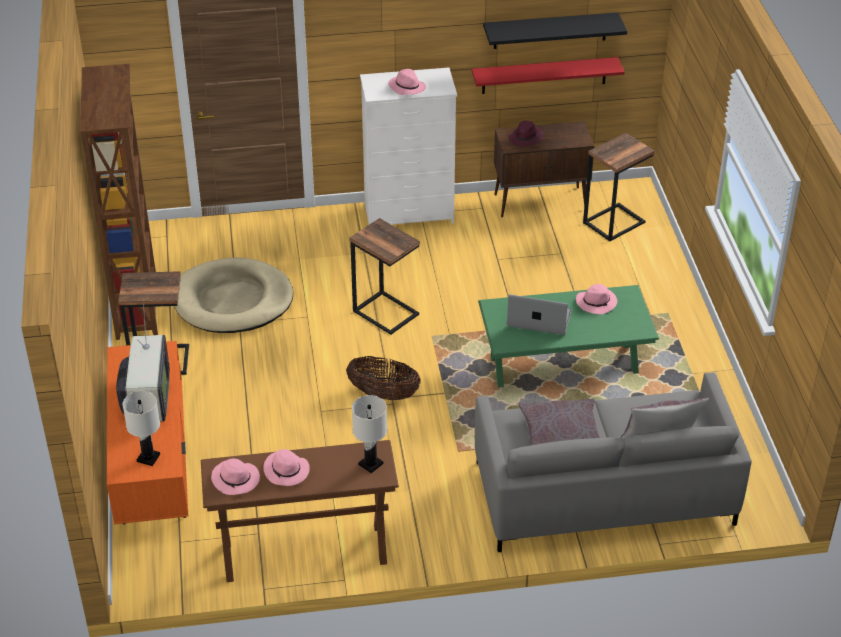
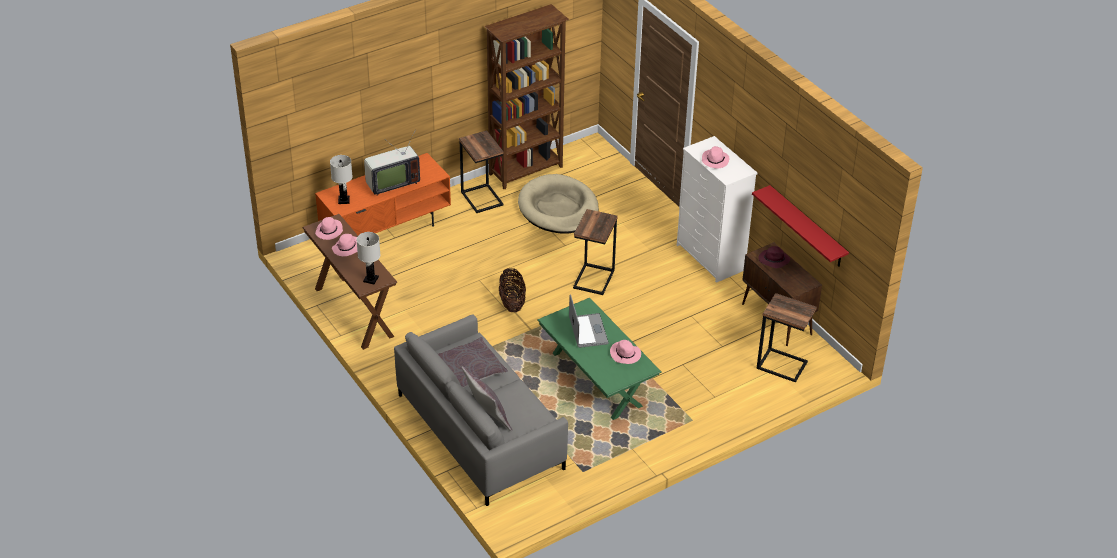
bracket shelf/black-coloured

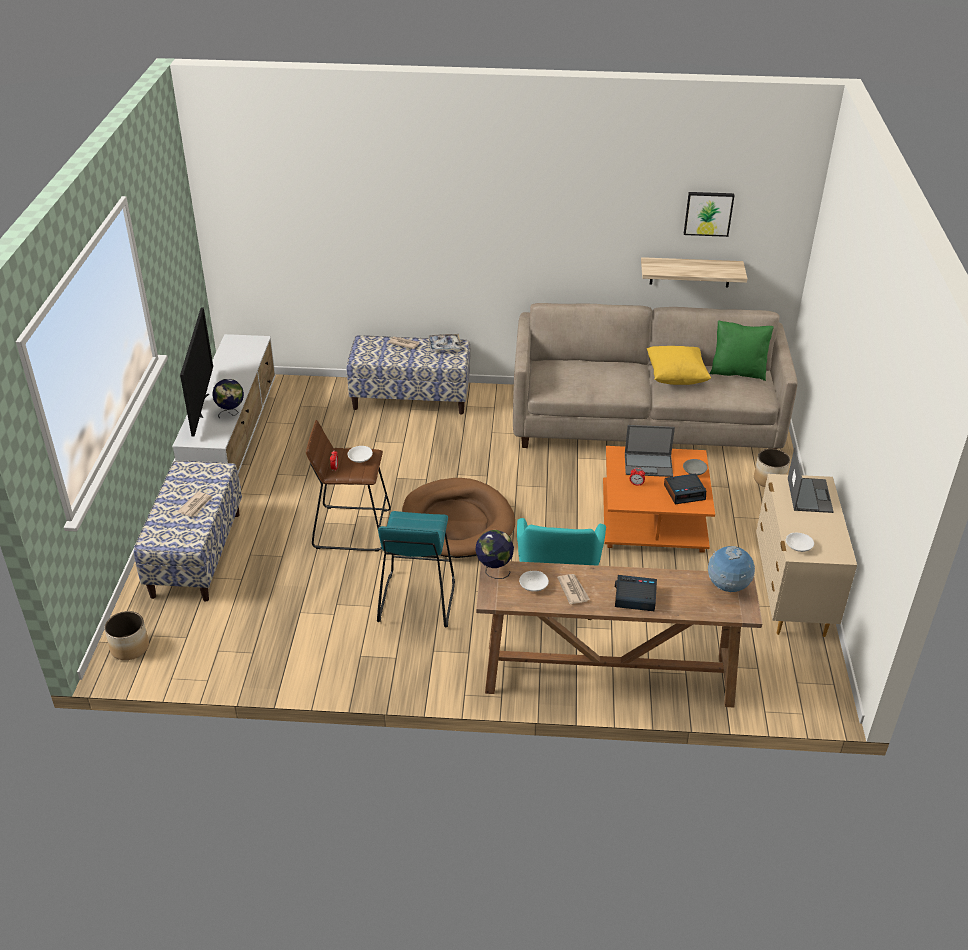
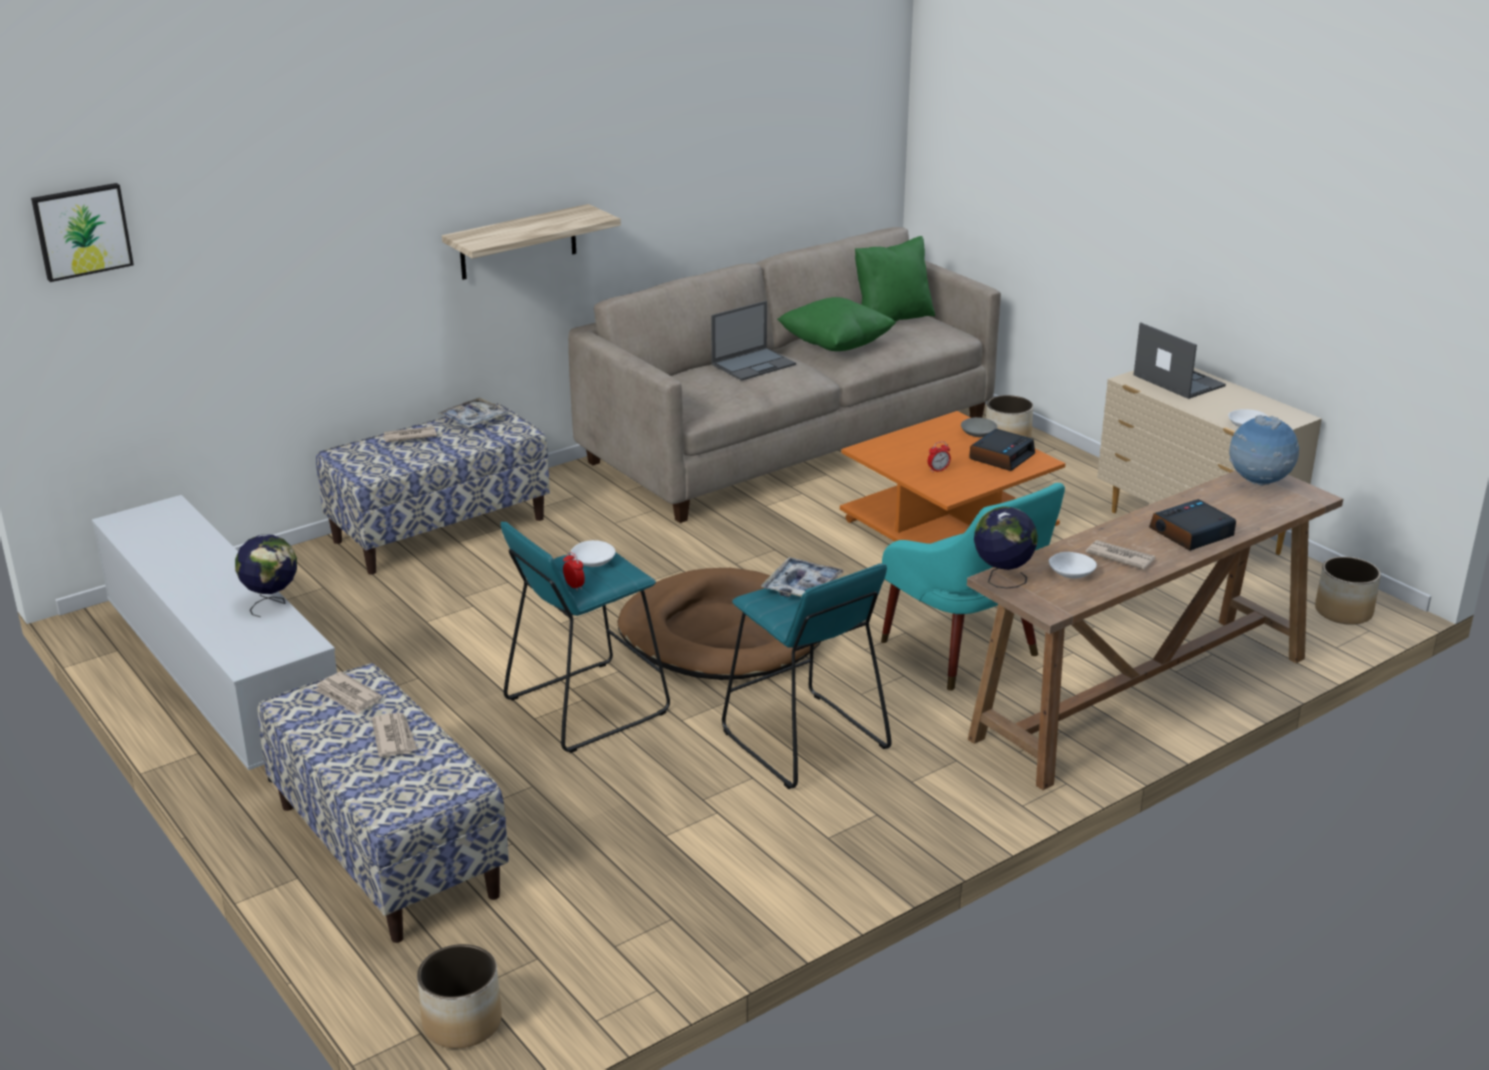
wall picture
newspaper (1st from left)
bracket shelf
stool/turquoise-coloured (1st from left)
notebook computer (1st from left)
serving tray (2nd from left)
pillow/green (1st from left)
flower pot (3rd from left)
TV

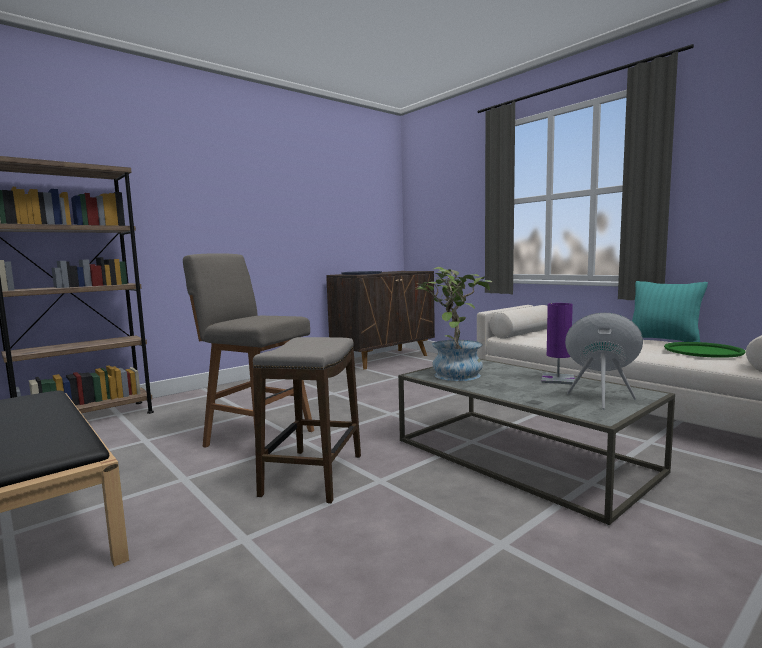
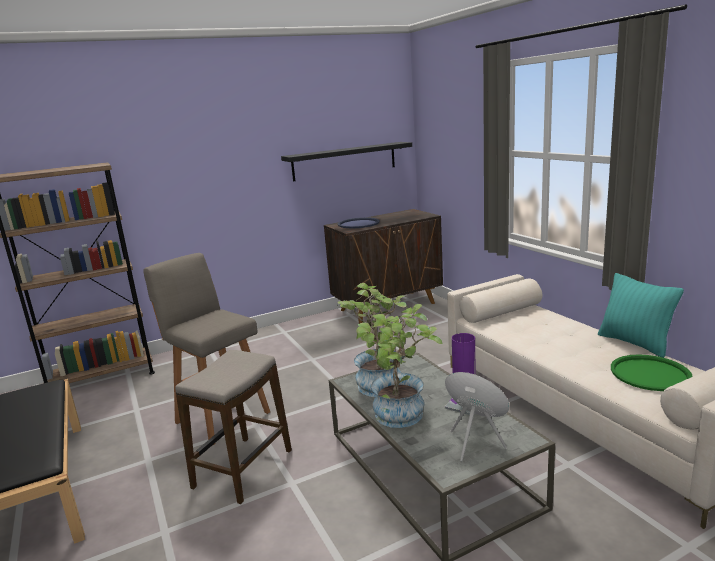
bracket shelf/black-coloured
plant in a pot (2nd from left)

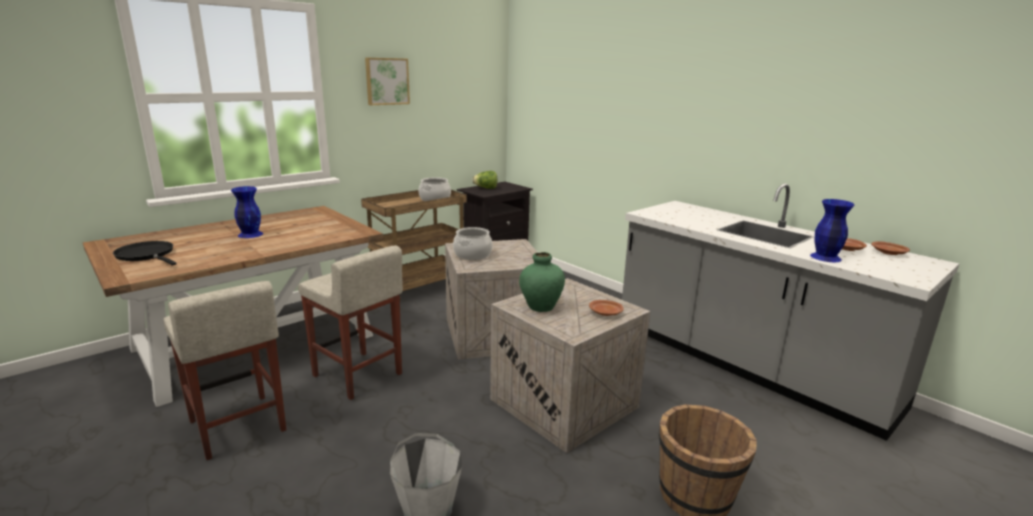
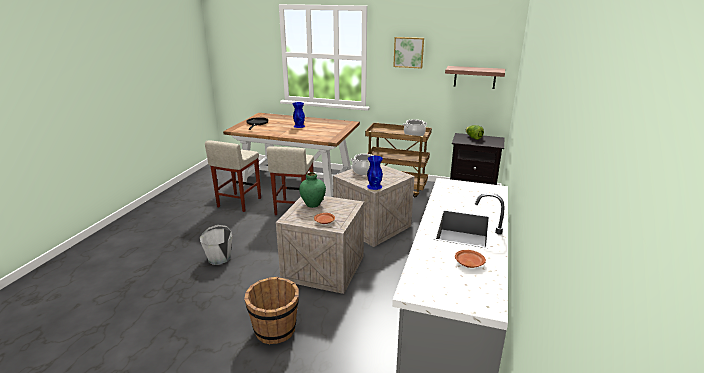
decorative vase/bluish (2nd from left)
bracket shelf
flat dish/brown (3rd from left in the first image)

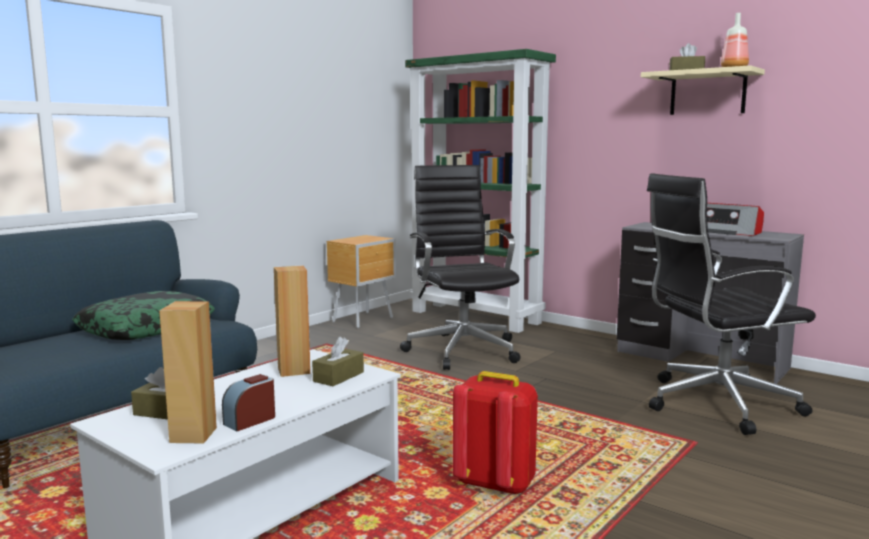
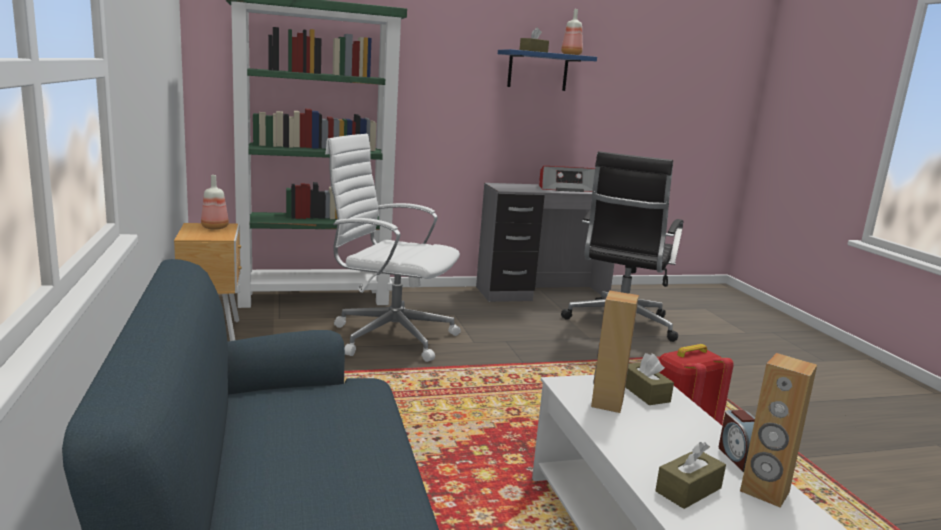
drink bottle (1st from left)
computer chair/whitish
bracket shelf/bluish
pillow

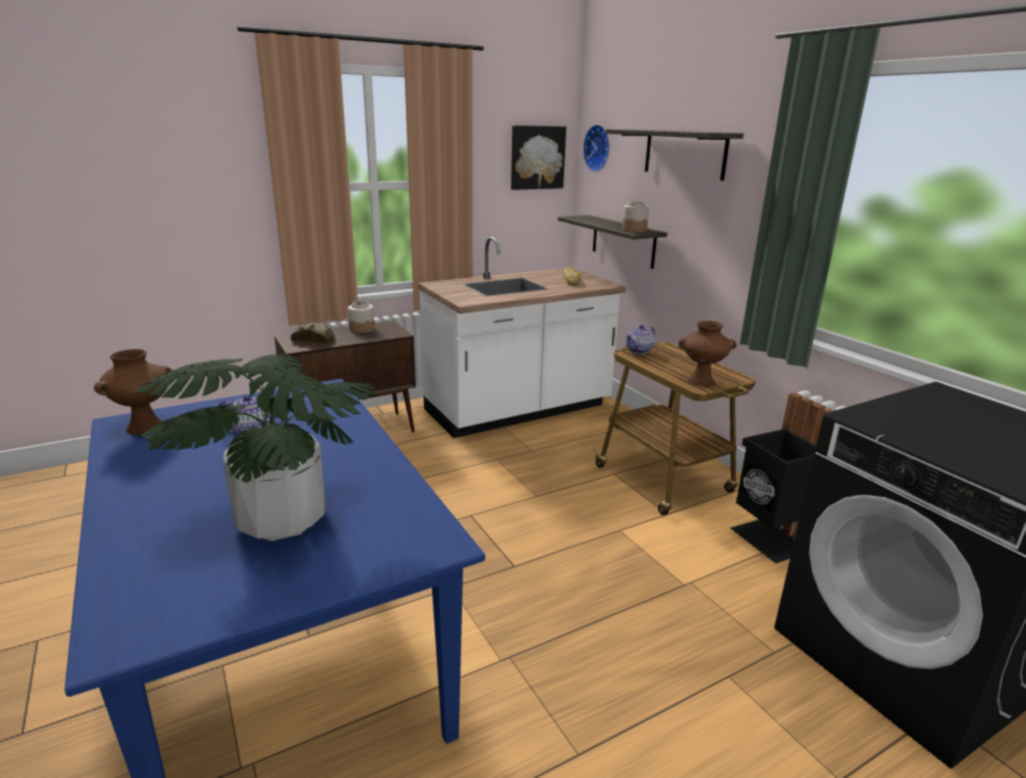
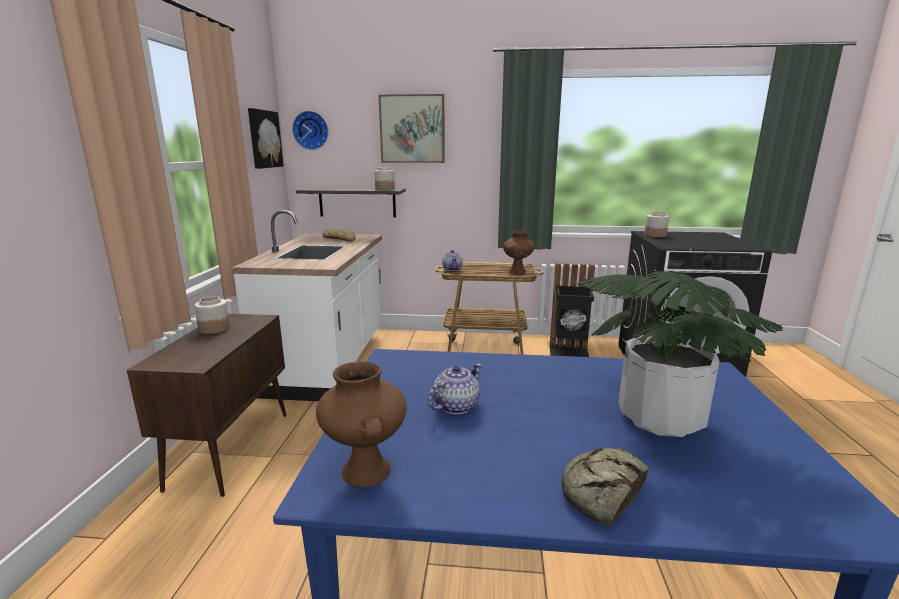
wall picture (2nd from left)
bread (2nd from left)
preserve jar (3rd from left)

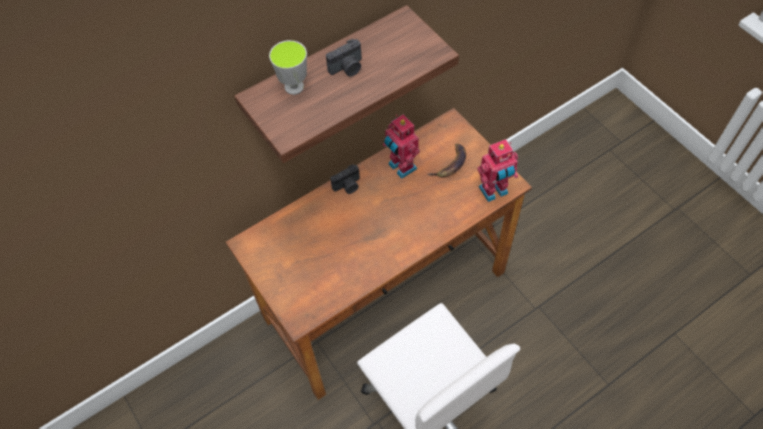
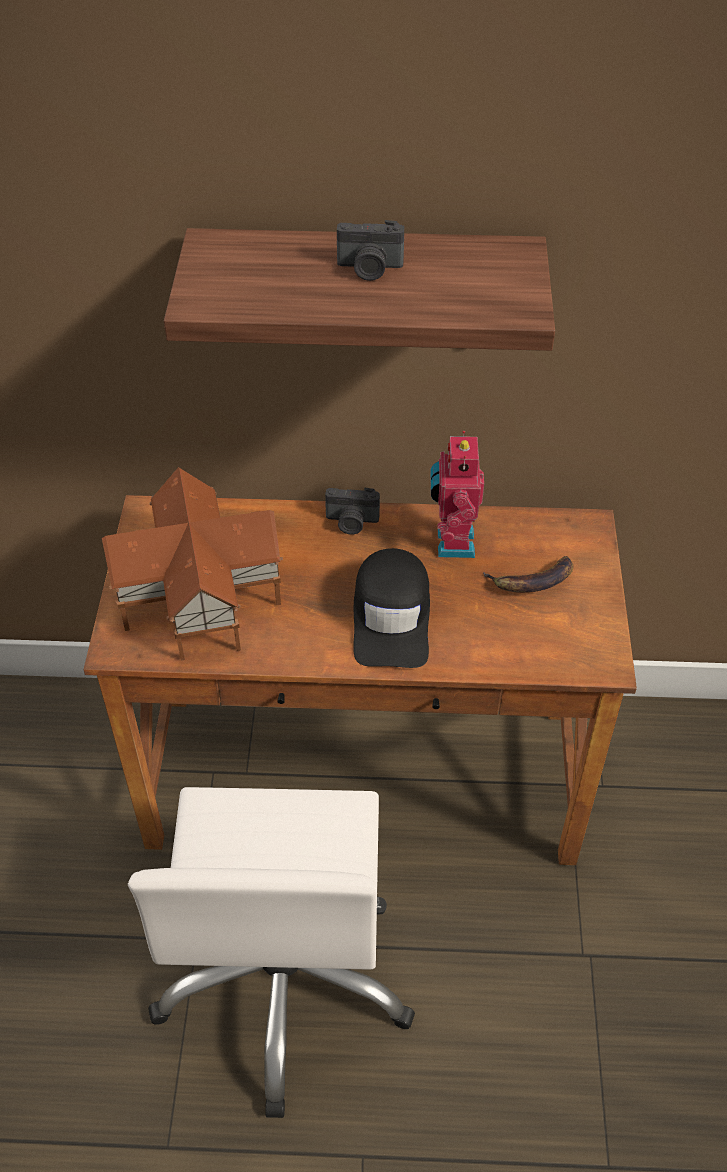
miniature house
peaked cap/black-coloured
drinking cup
robot figure (2nd from left in the first image)

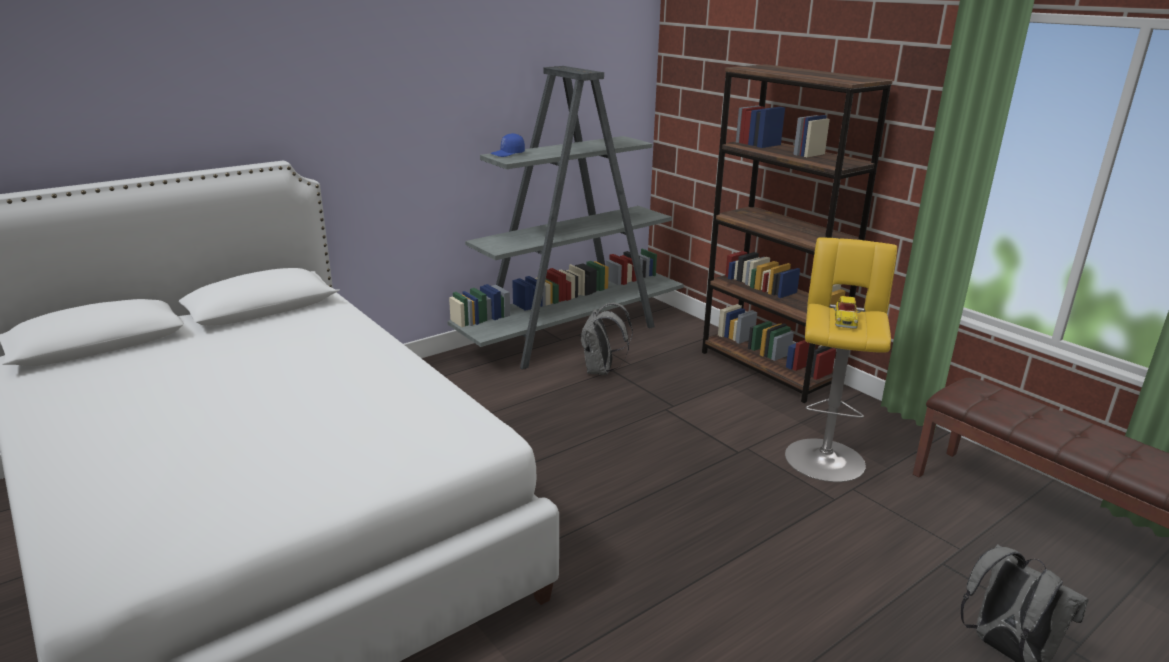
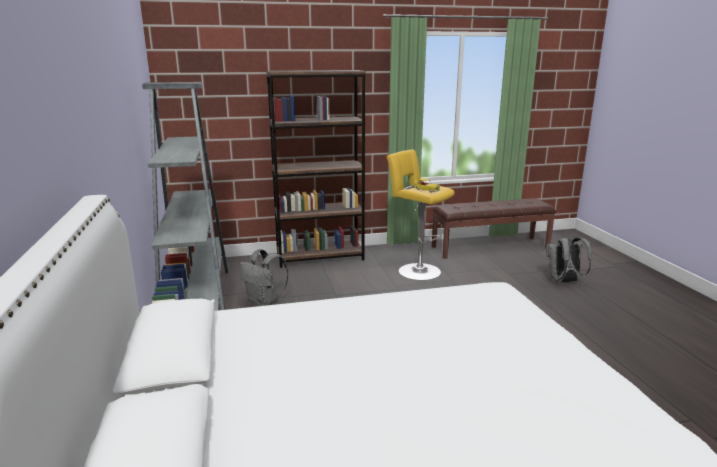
peaked cap/bluish

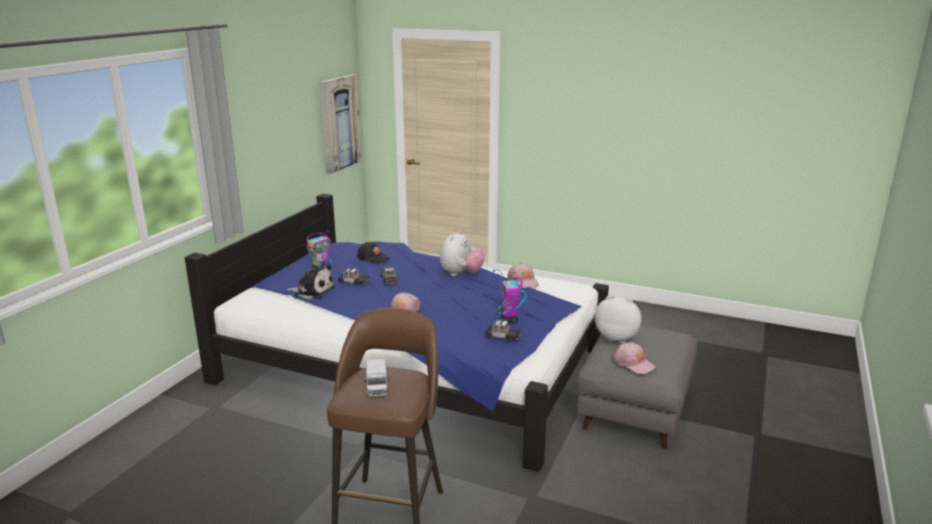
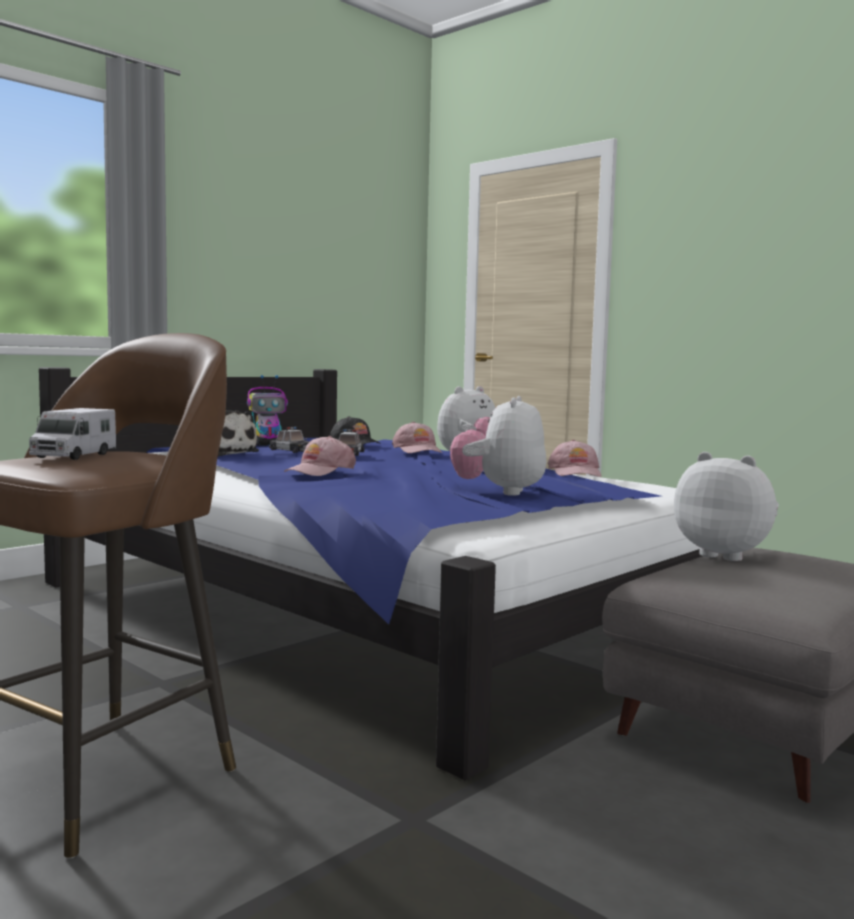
peaked cap/pink (2nd from left)
plush toy (3rd from left)
wall picture
model car (3rd from left in the first image)

